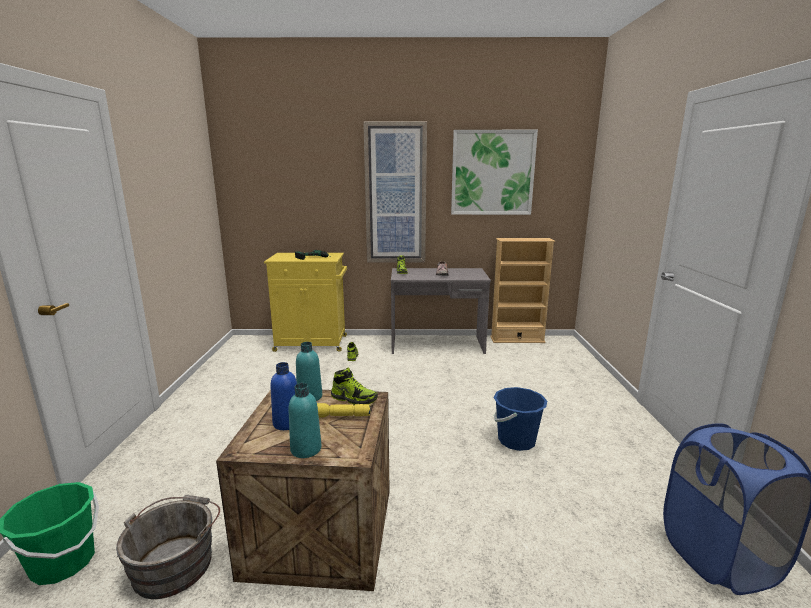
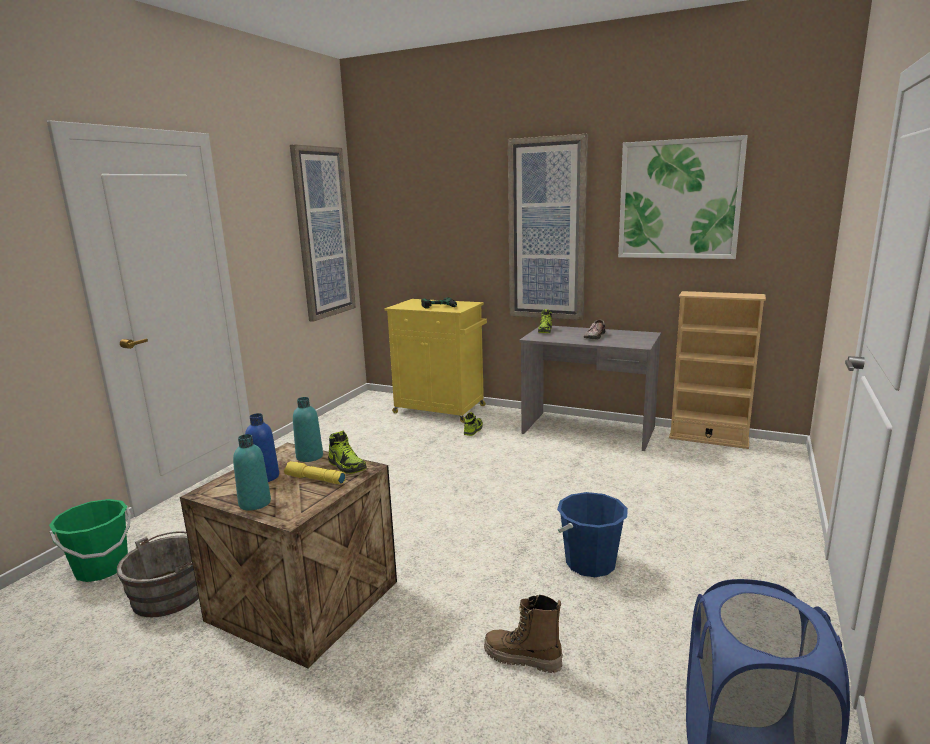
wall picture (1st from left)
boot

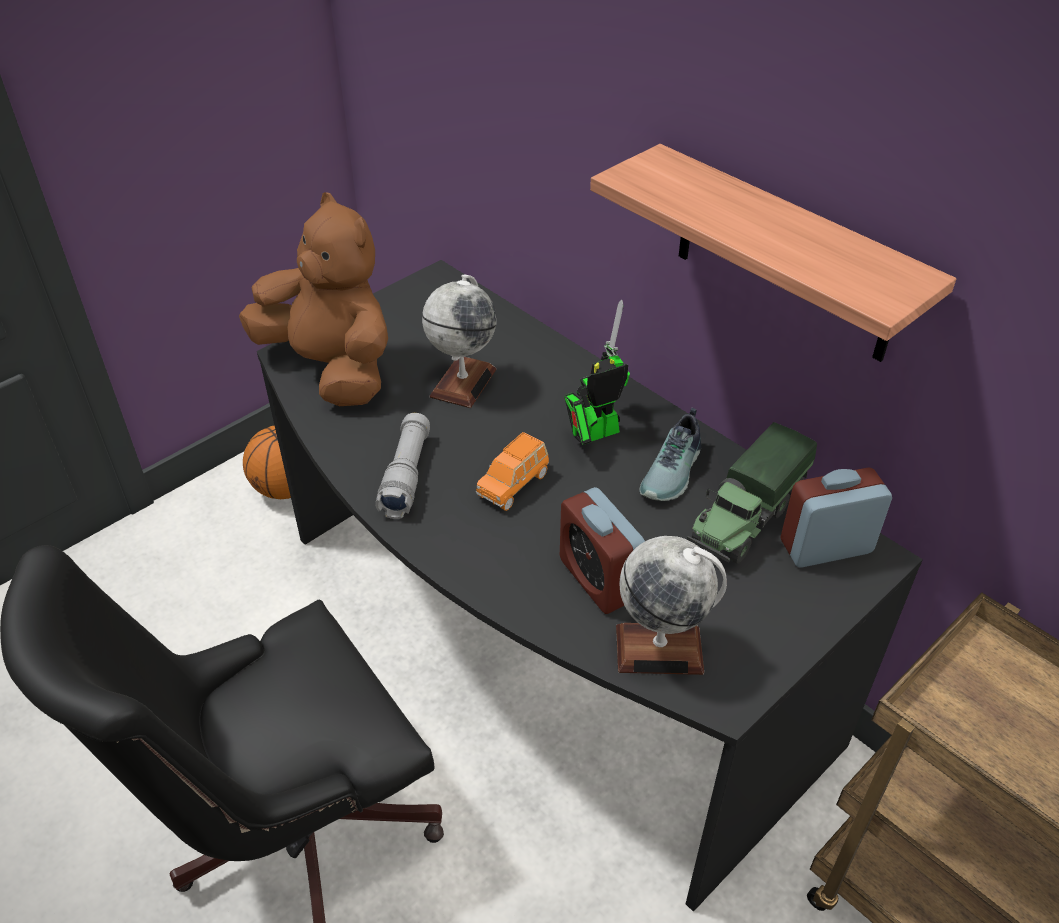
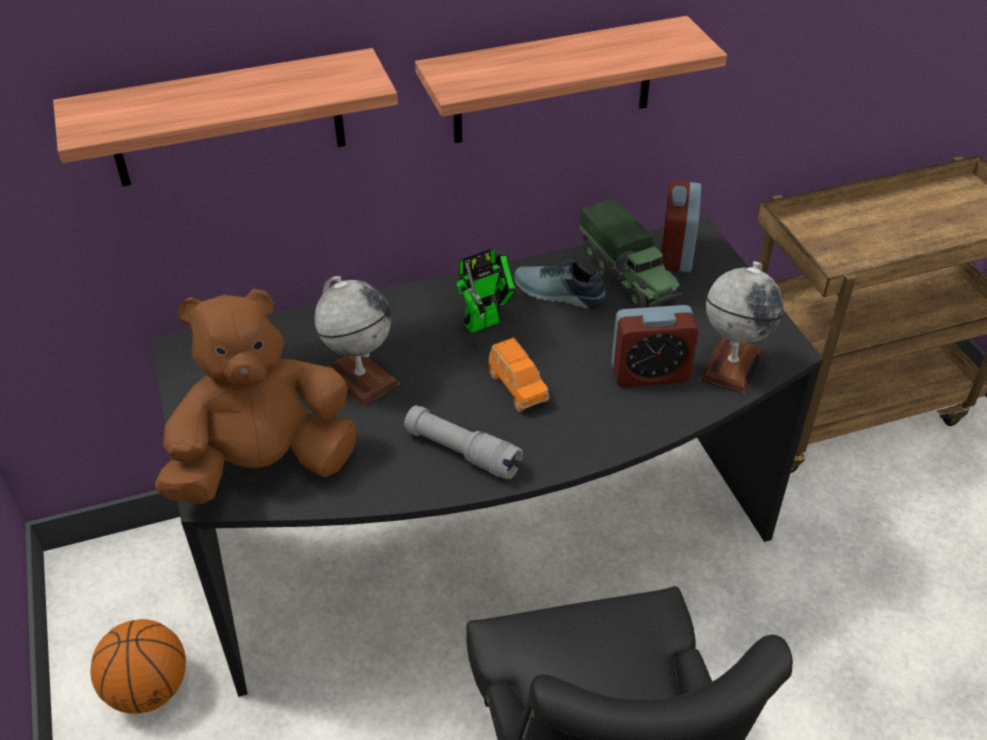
bracket shelf (1st from left)
robot figure
low shoe

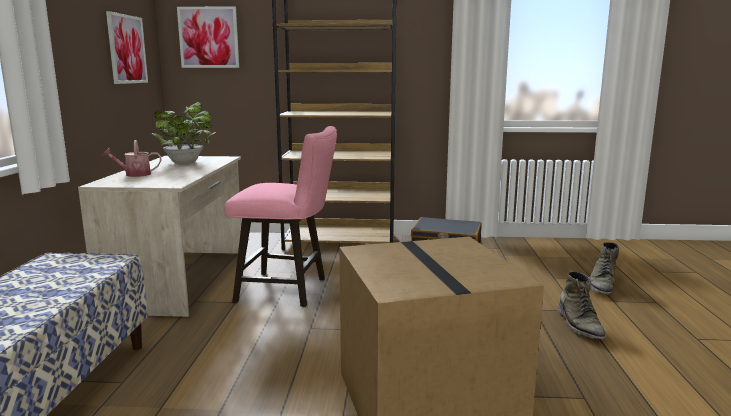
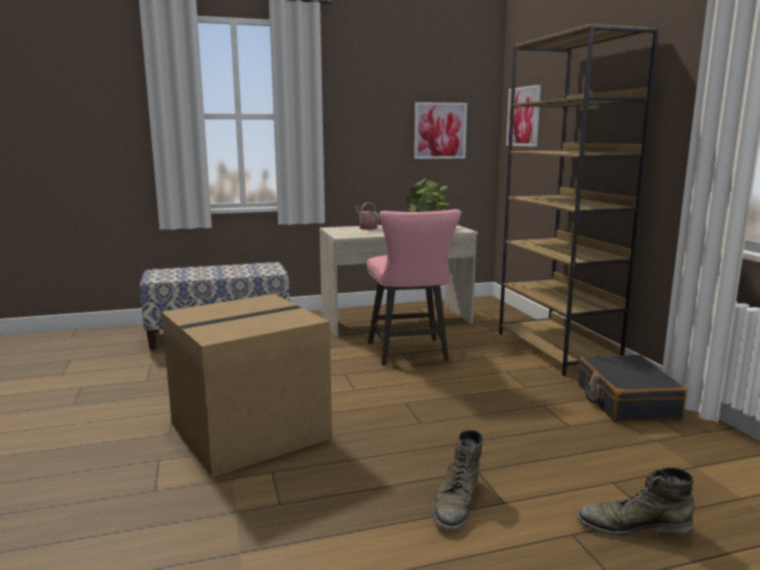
boot/green (1st from left)

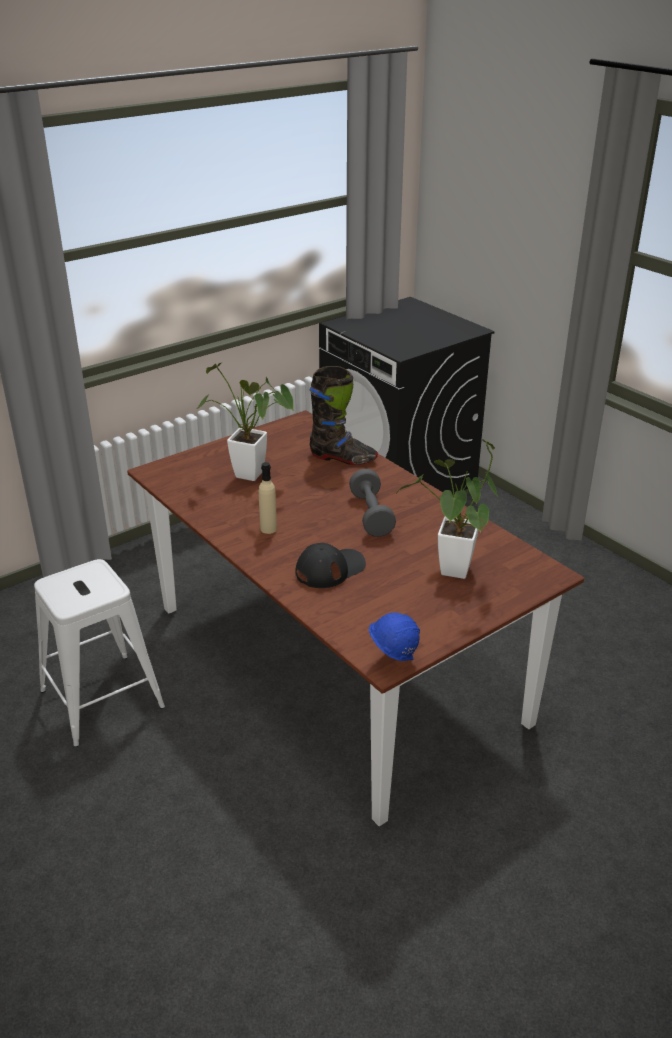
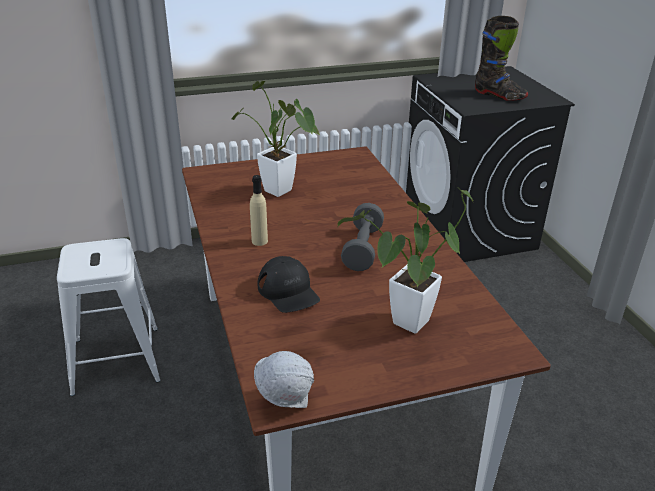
hard hat/whitish
peaked cap/black-coloured
boot/black-coloured

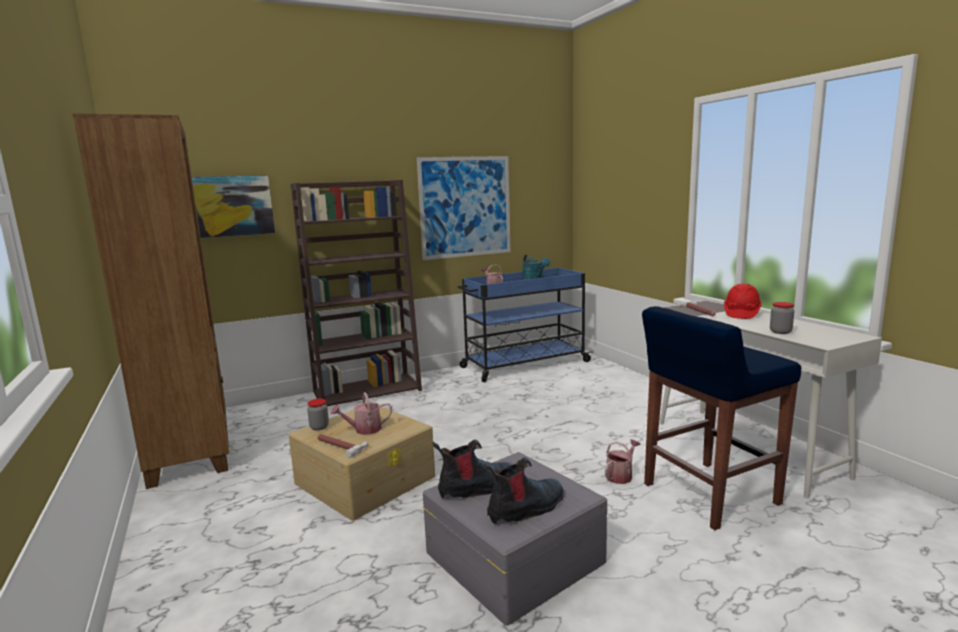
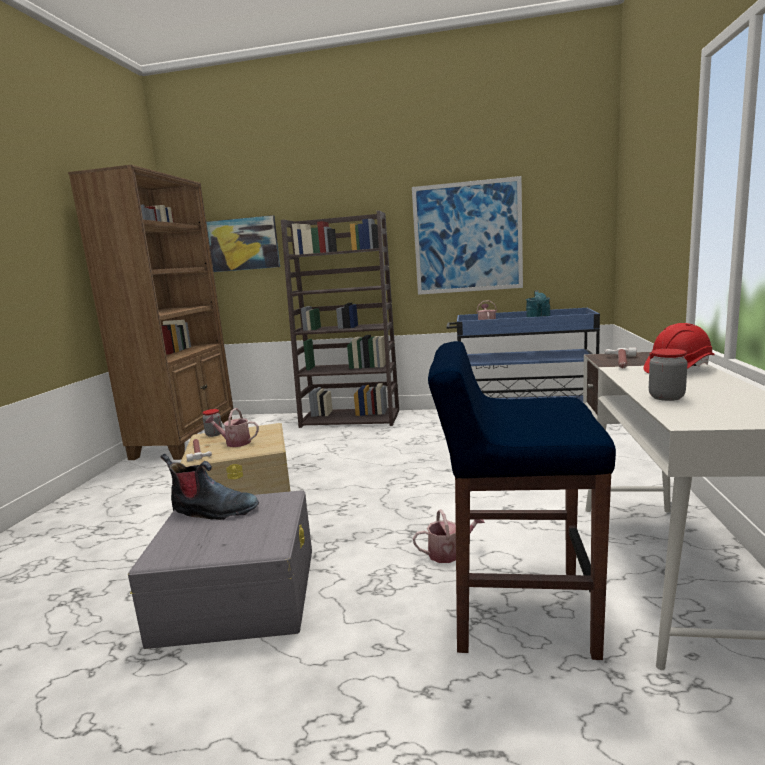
boot (2nd from left in the first image)

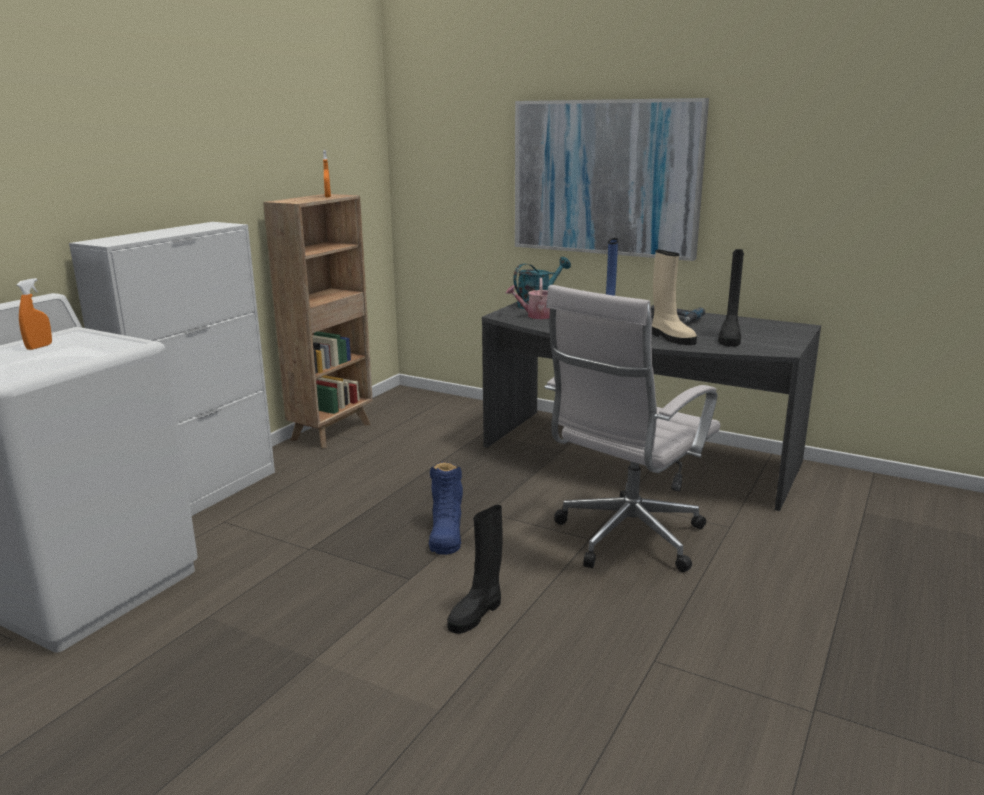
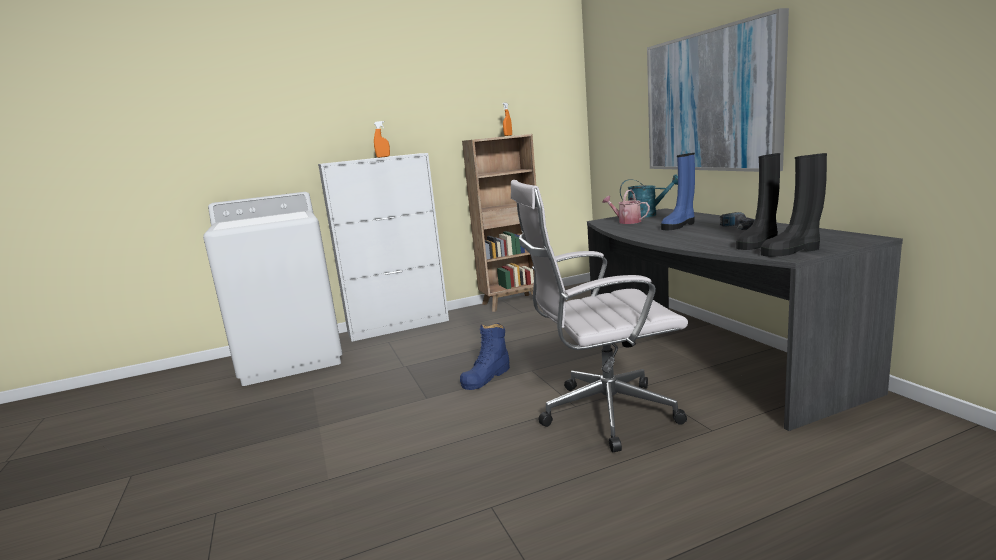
hand sprayer/orange (1st from left)
boot/black-coloured (2nd from left)
boot/beige

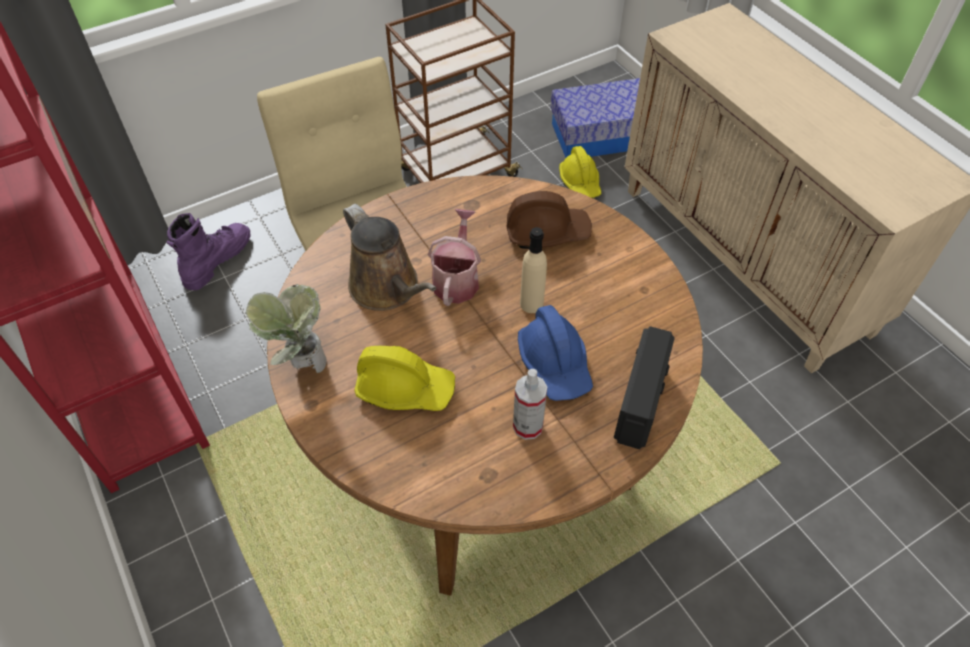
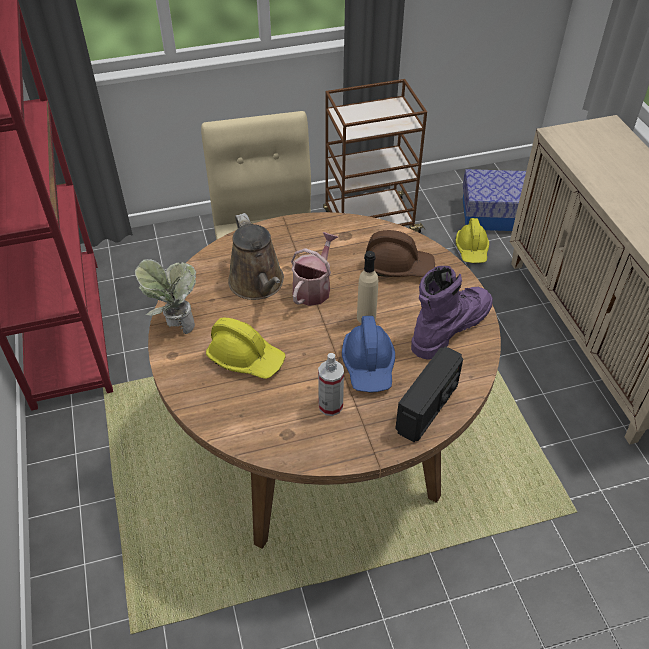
boot/purplish

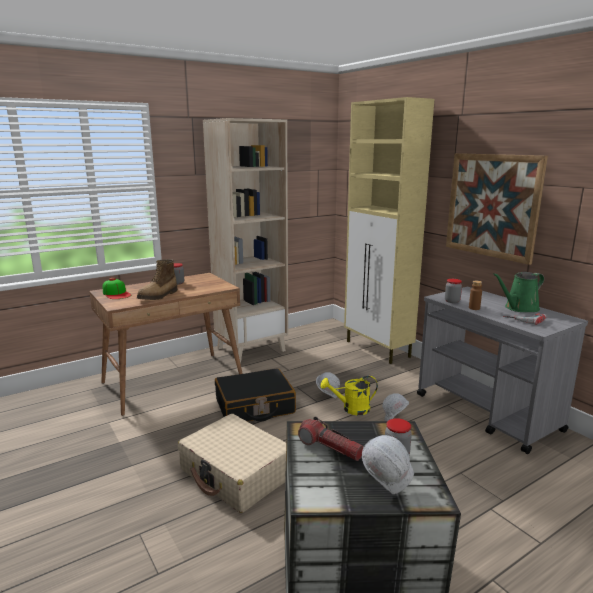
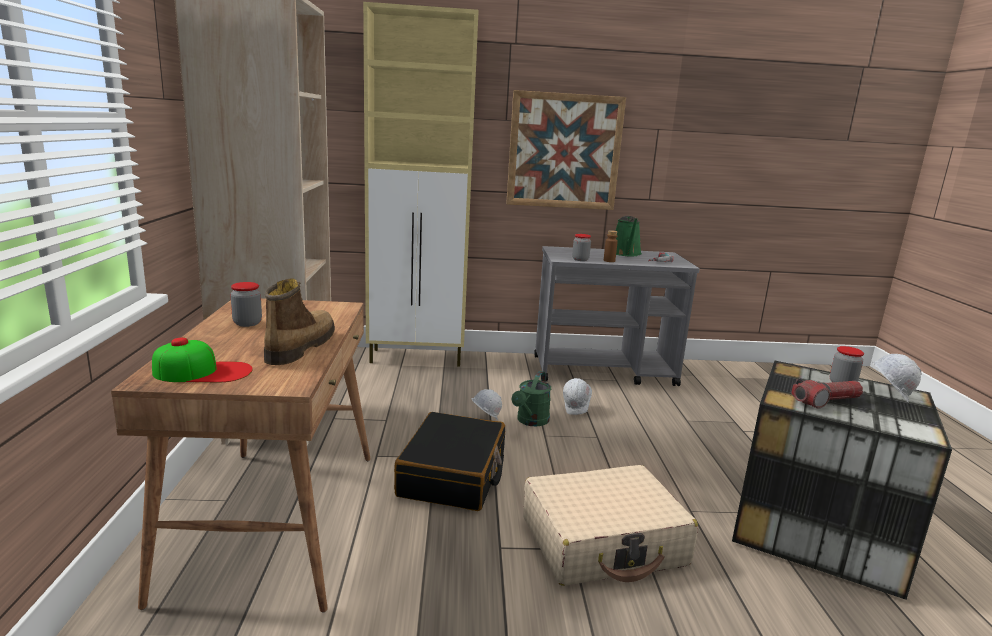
boot
watering pot/green (1st from left)

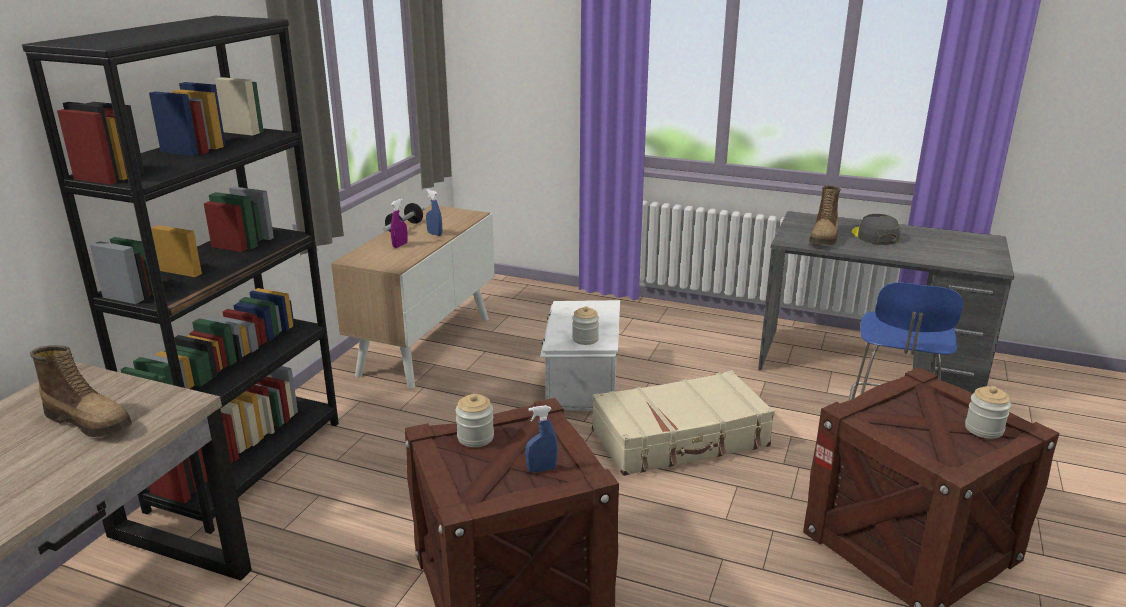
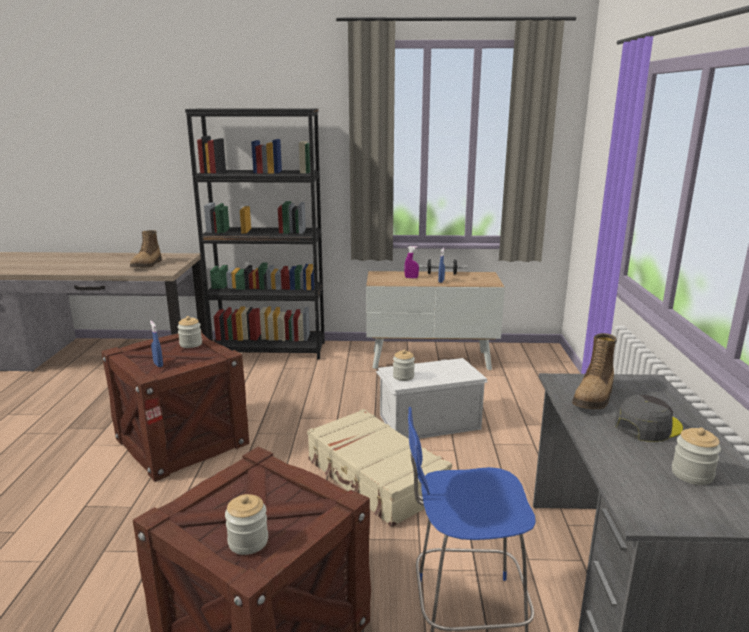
boot (2nd from left)
preserve jar (4th from left)

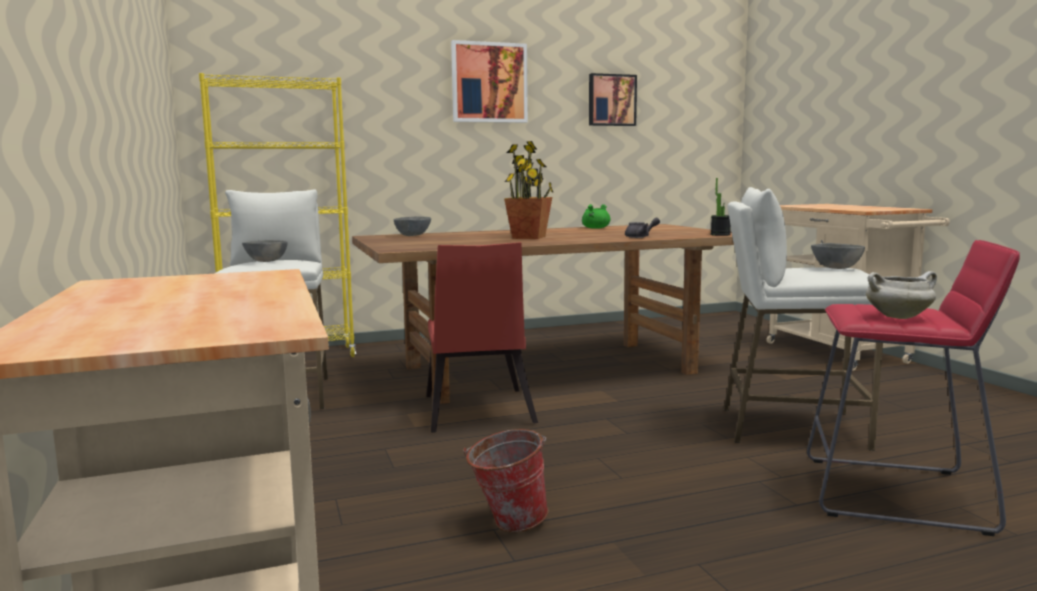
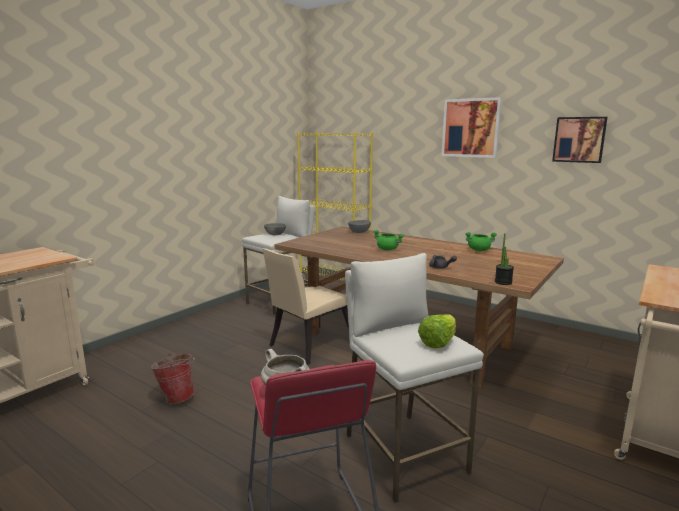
plain chair/beige
saucepot/green (1st from left)
head of lettuce

